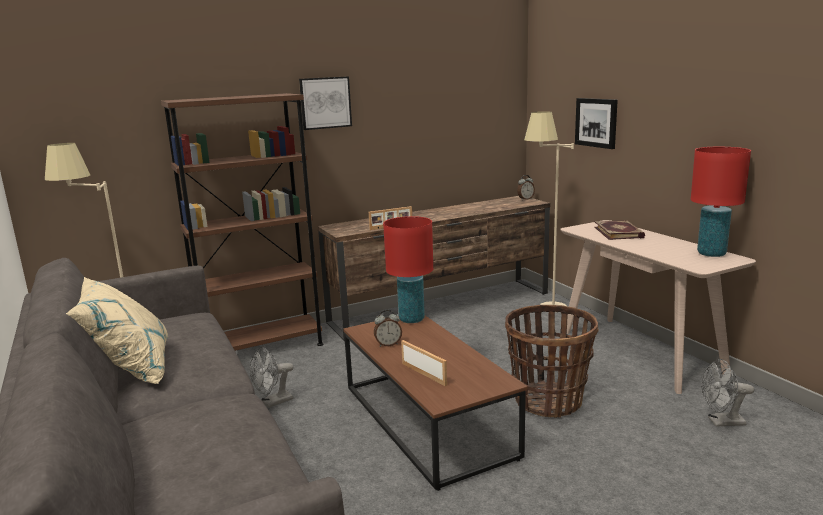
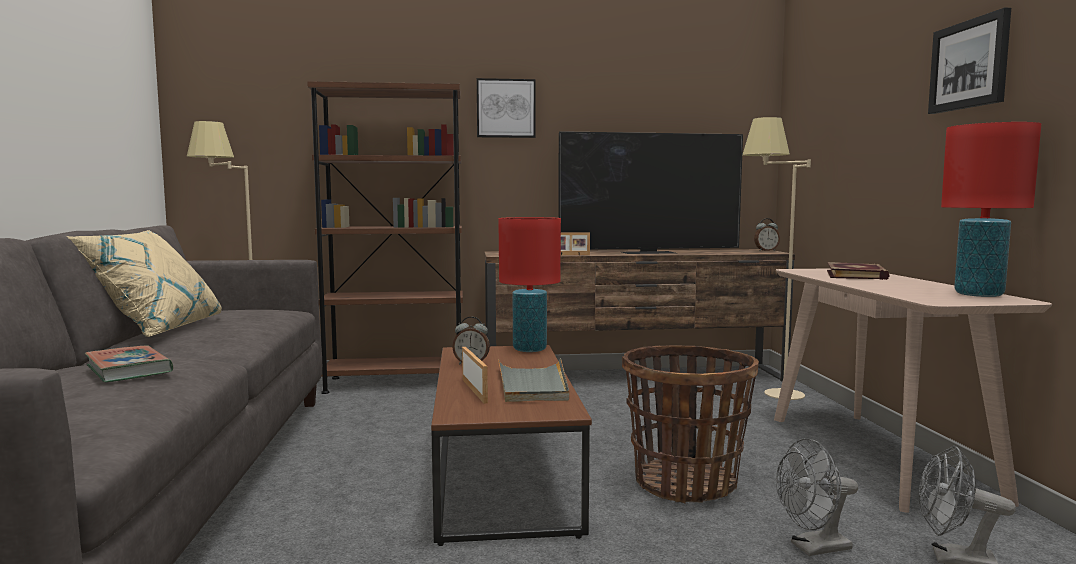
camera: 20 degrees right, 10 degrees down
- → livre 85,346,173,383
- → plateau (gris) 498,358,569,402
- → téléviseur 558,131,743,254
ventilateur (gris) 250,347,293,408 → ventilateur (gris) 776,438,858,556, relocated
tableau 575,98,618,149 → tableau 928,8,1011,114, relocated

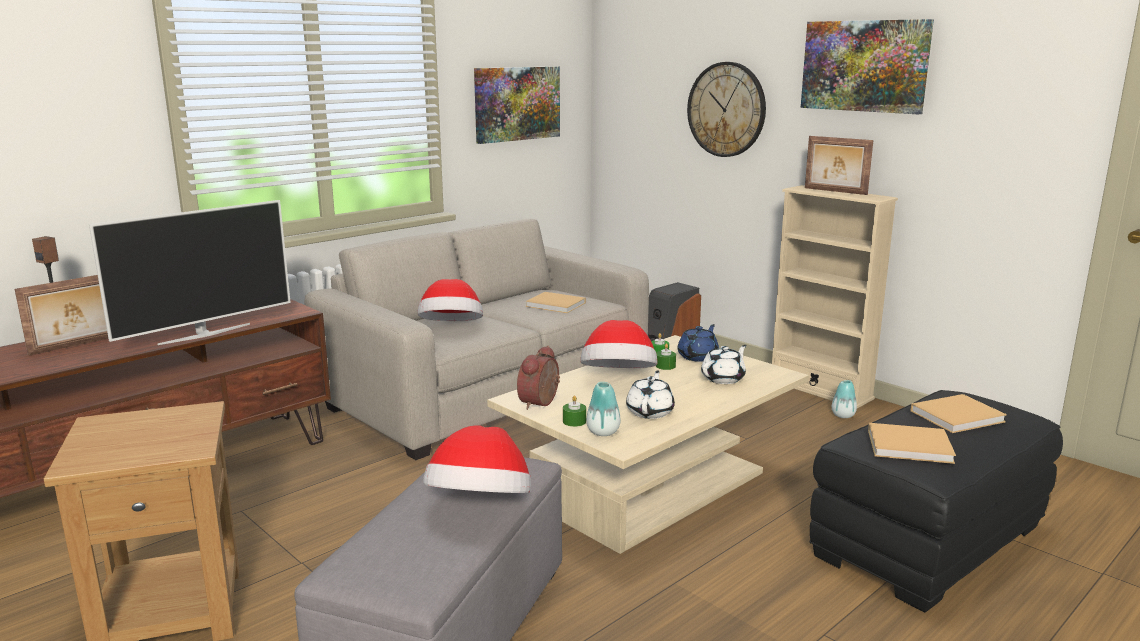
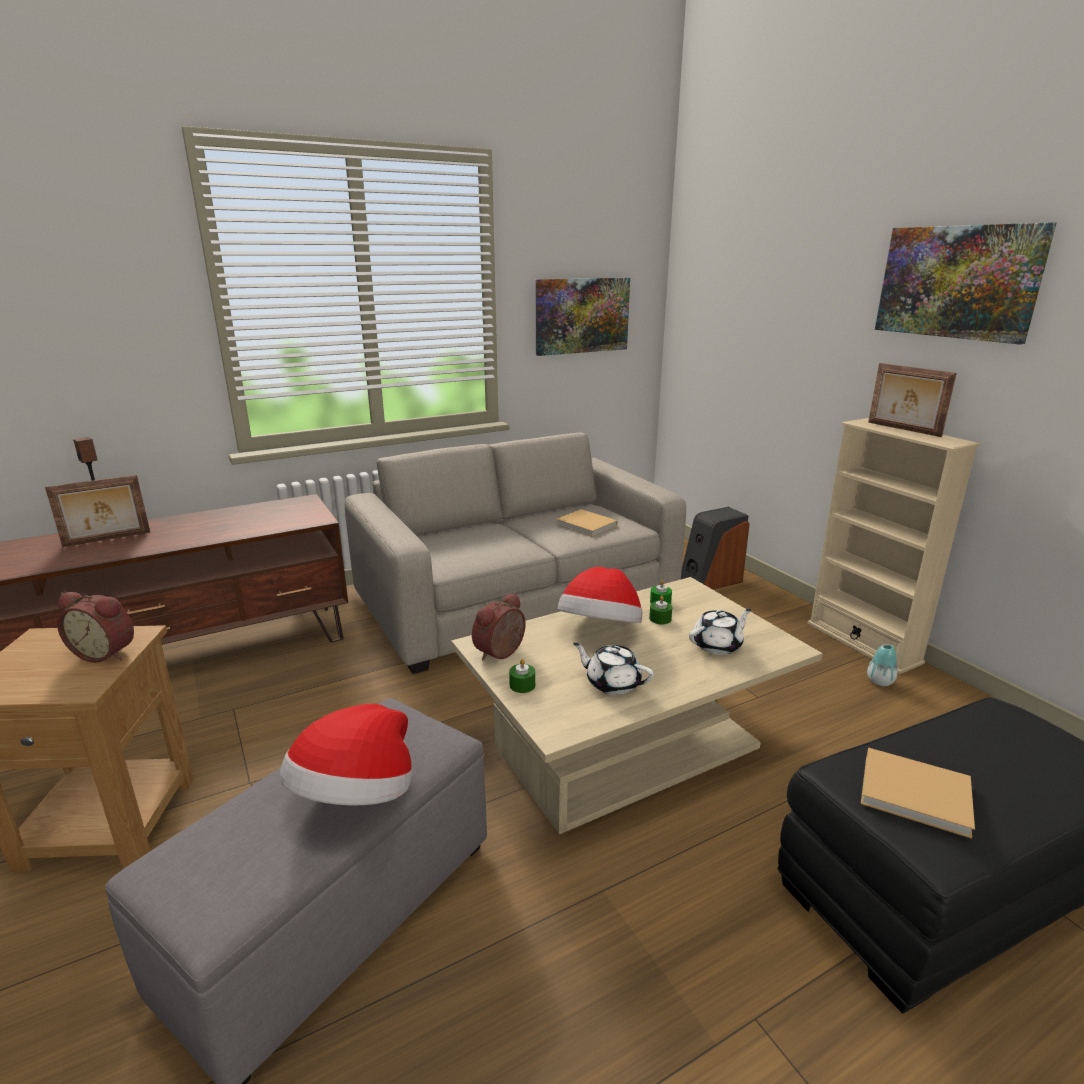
camera: 15 degrees right, 5 degrees up
téléviseur 89,200,291,345 → -
chapeau 418,279,483,321 → -
vase 587,382,620,436 → -
théière (bleu) 678,324,719,362 → -
horloge murale 687,62,766,157 → -
livre (beige) 911,394,1007,433 → -
- → réveil 57,592,134,663
théière (blanc) 626,370,675,419 → théière (blanc) 573,643,654,695, 90 degrees counterclockwise

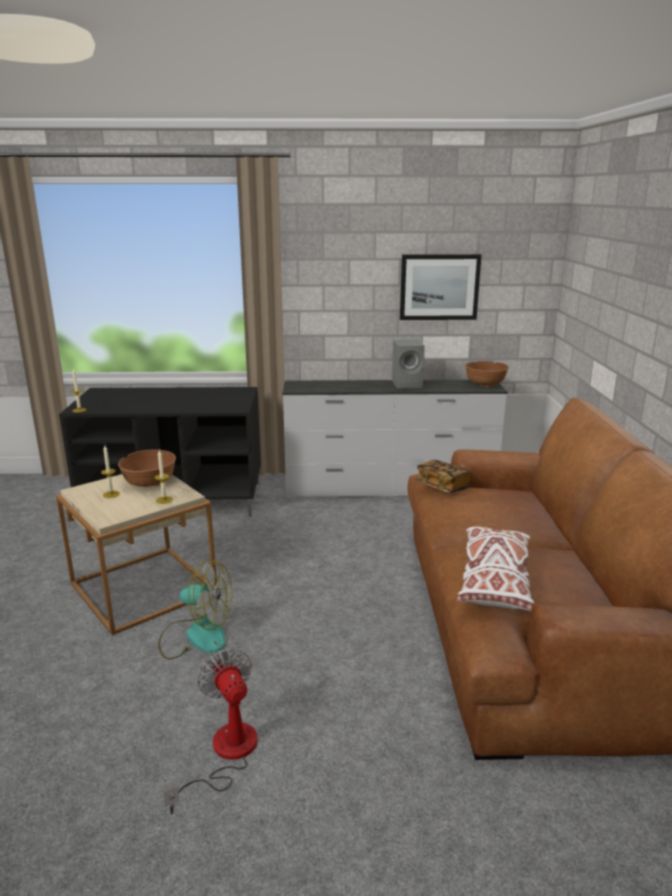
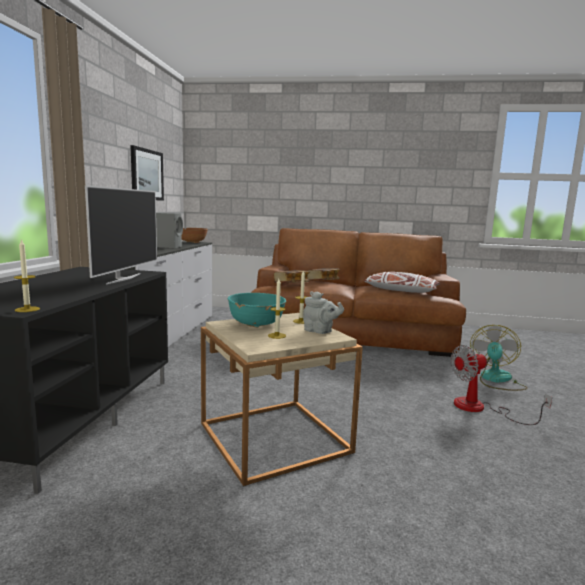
camera: 80 degrees left, 10 degrees down
- → téléviseur 85,185,157,284
- → théière (gris) 303,291,344,334
- → livre 307,268,340,281
ventilateur 158,559,232,660 → ventilateur 470,325,528,391, relocated
bol (marron) 118,450,176,487 → bol (turquoise) 228,293,286,328

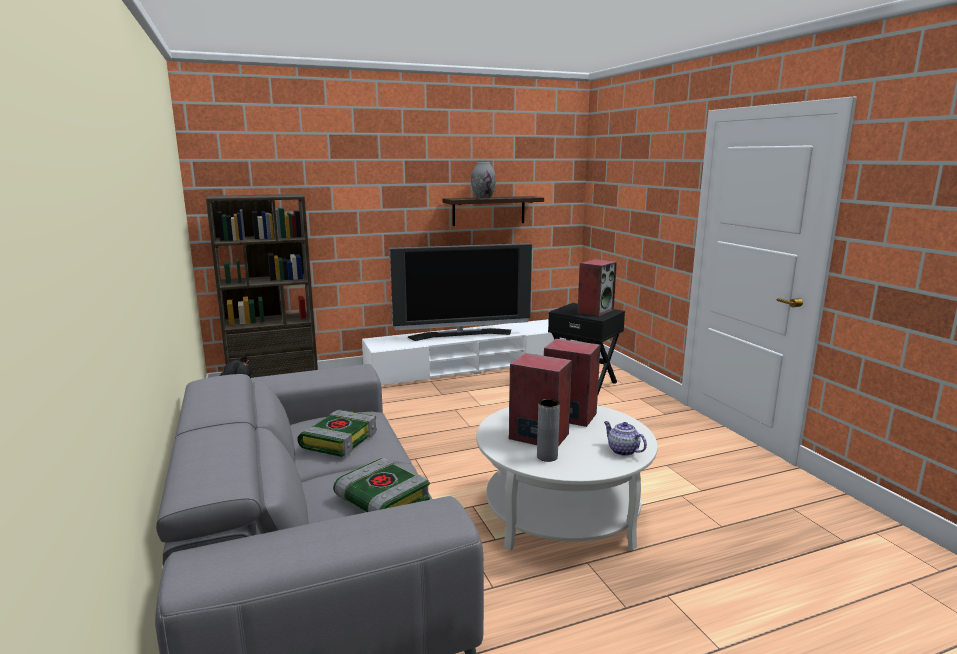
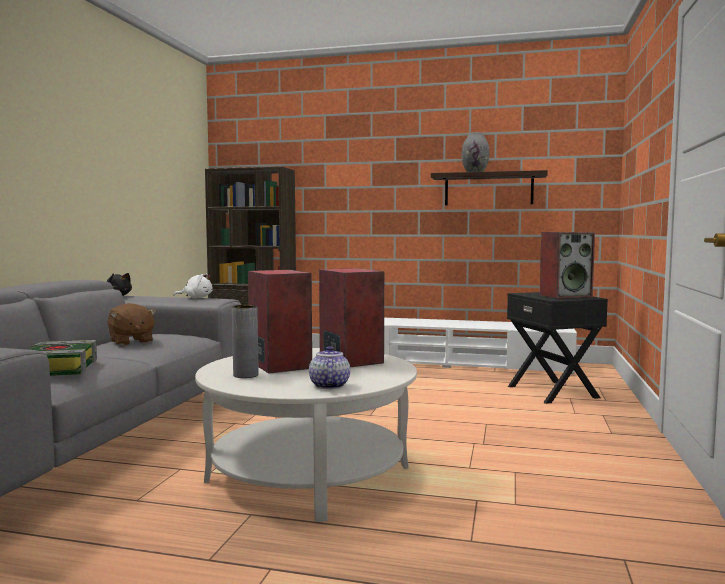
camera: 35 degrees right, 10 degrees down
téléviseur 389,243,532,341 → -
- → peluche (blanc) 174,273,213,298
livre 297,410,377,457 → peluche (marron) 107,303,157,346

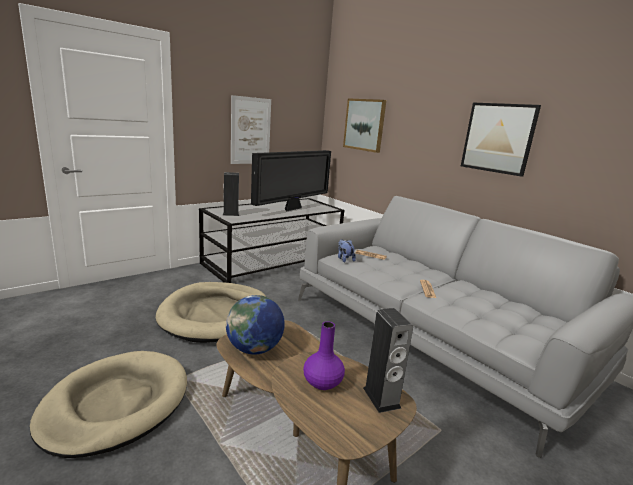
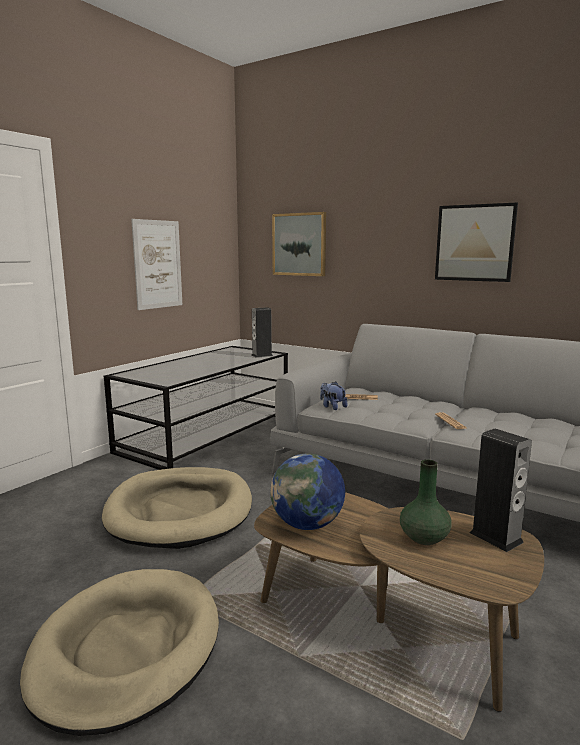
camera: 15 degrees left, 5 degrees down
téléviseur 251,150,331,212 → -
enceinte 223,172,239,216 → enceinte 252,307,273,357, relocated
vase (violet) 303,321,345,390 → vase (vert) 400,459,452,545

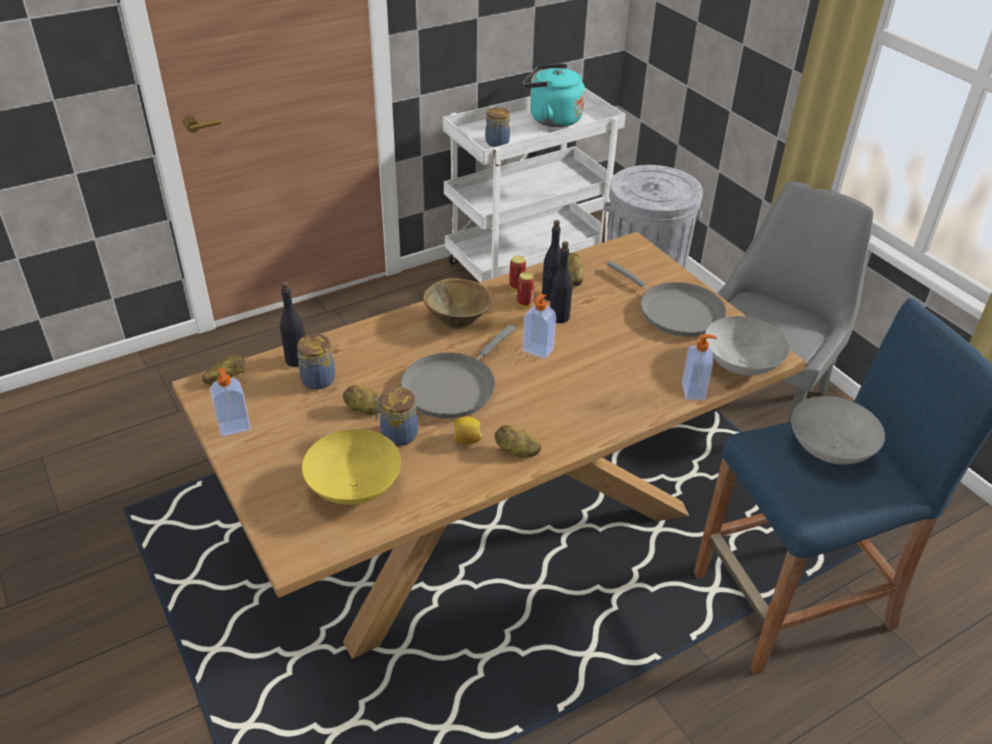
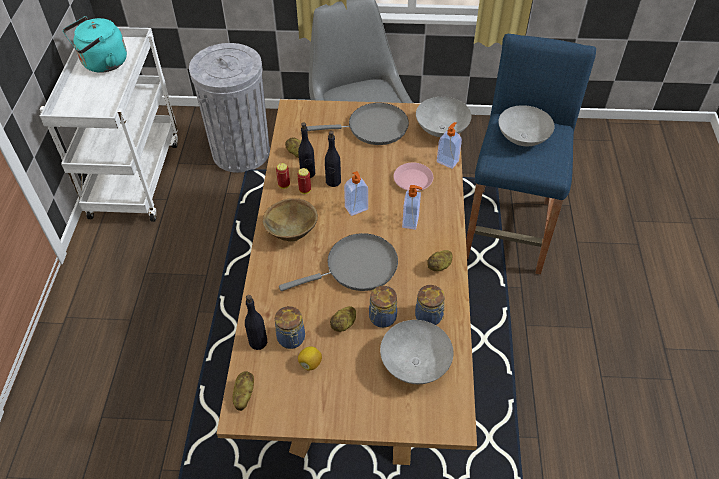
camera: 55 degrees left, 10 degrees up
- → assiette (rose) 394,163,433,191
distributeur de savon 210,368,251,437 → distributeur de savon 402,185,422,230, relocated
citron 454,416,482,444 → citron 298,346,322,371, relocated
bocal 485,107,510,147 → bocal 415,285,445,325, relocated
bol (jaune) 302,429,401,505 → bol (gris) 380,320,454,384
poêle (gris) 401,325,515,419 → poêle (gris) 279,233,398,291, 90 degrees counterclockwise

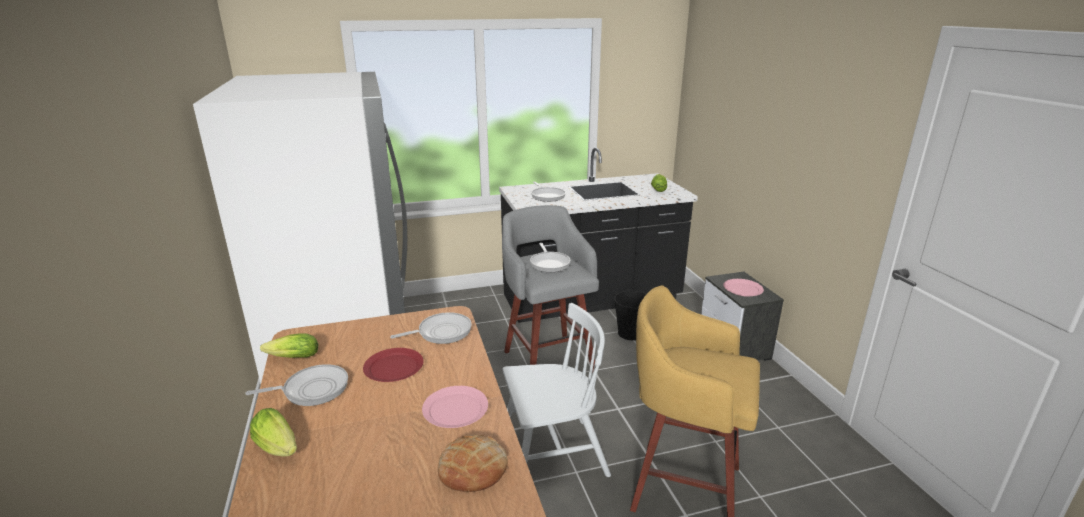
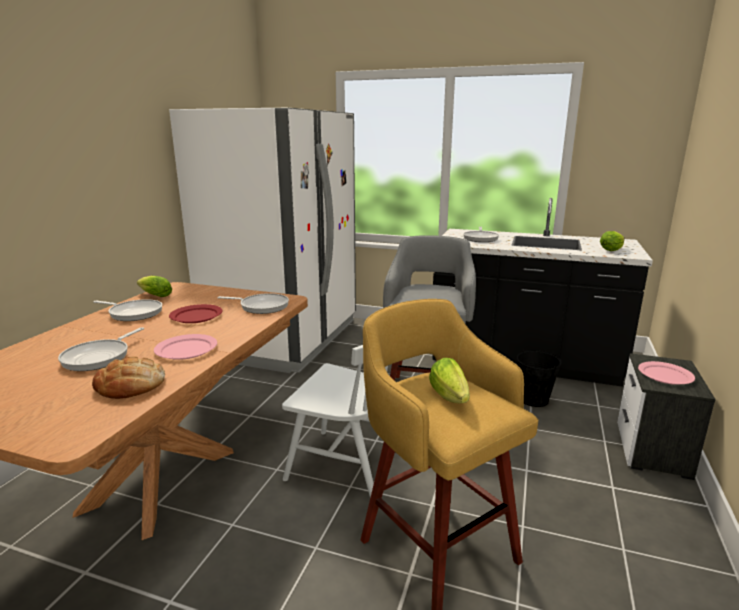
camera: 35 degrees right, 5 degrees down
laitue 250,408,297,456 → laitue 429,358,470,403, relocated
poêle 530,243,570,272 → poêle 58,327,144,371, relocated

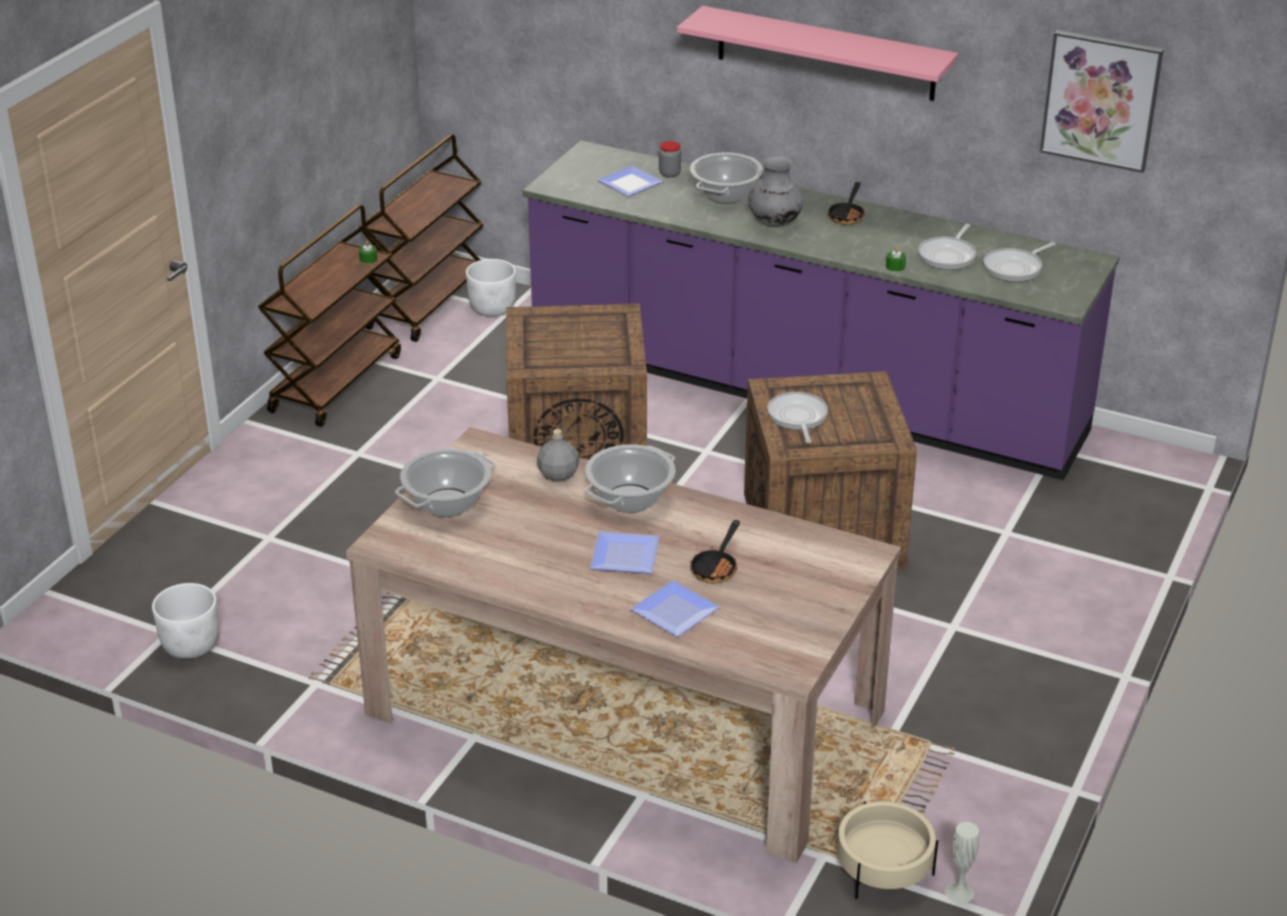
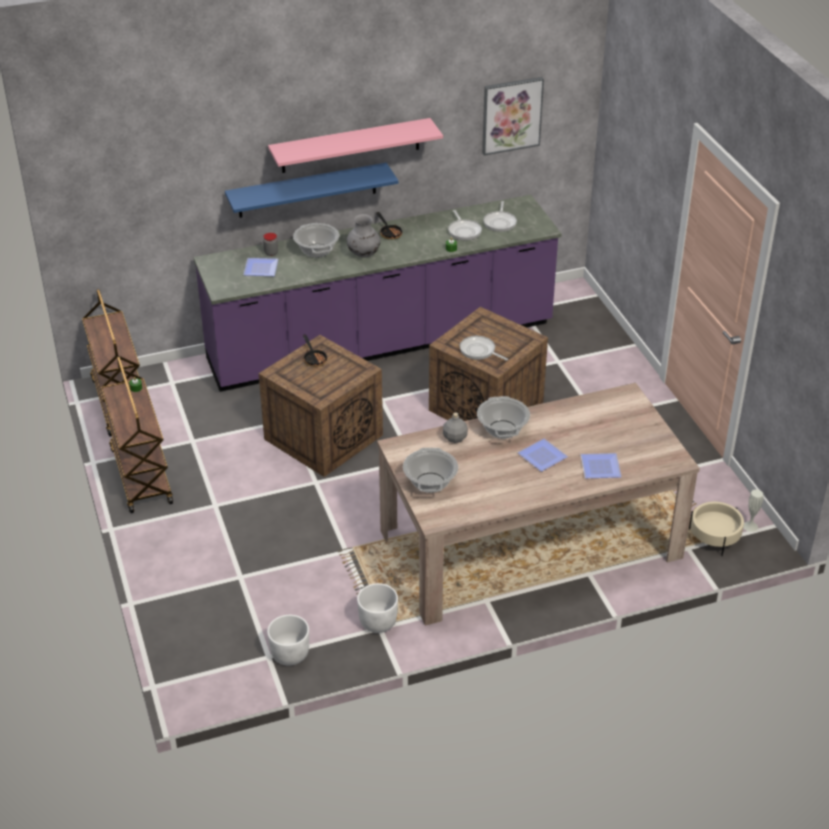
camera: 45 degrees left, 5 degrees up
- → étagère (bleu) 225,163,398,218
cache-pot (blanc) 466,259,516,317 → cache-pot (blanc) 357,583,398,633, relocated
poêle 690,520,740,584 → poêle 303,334,328,367, relocated

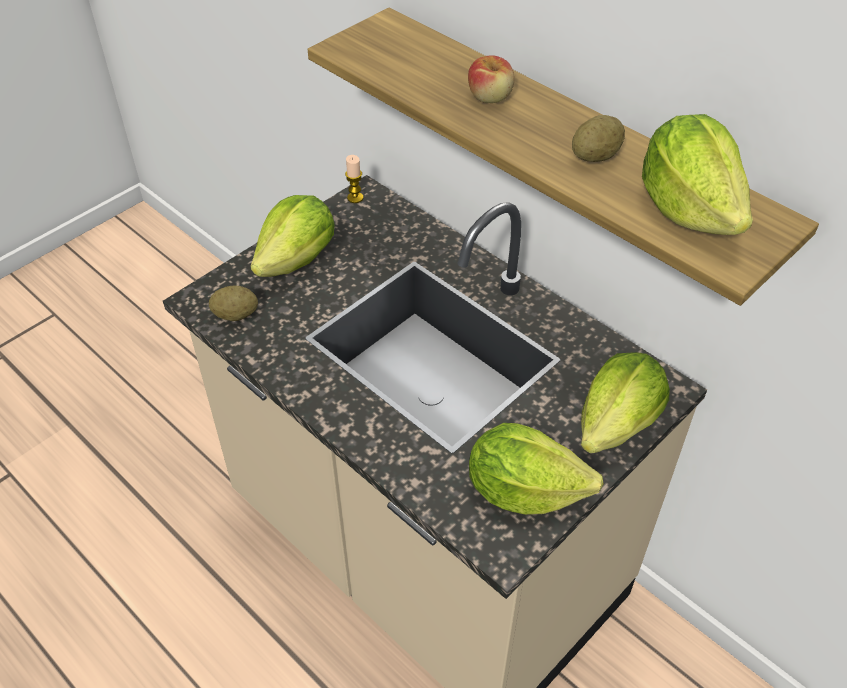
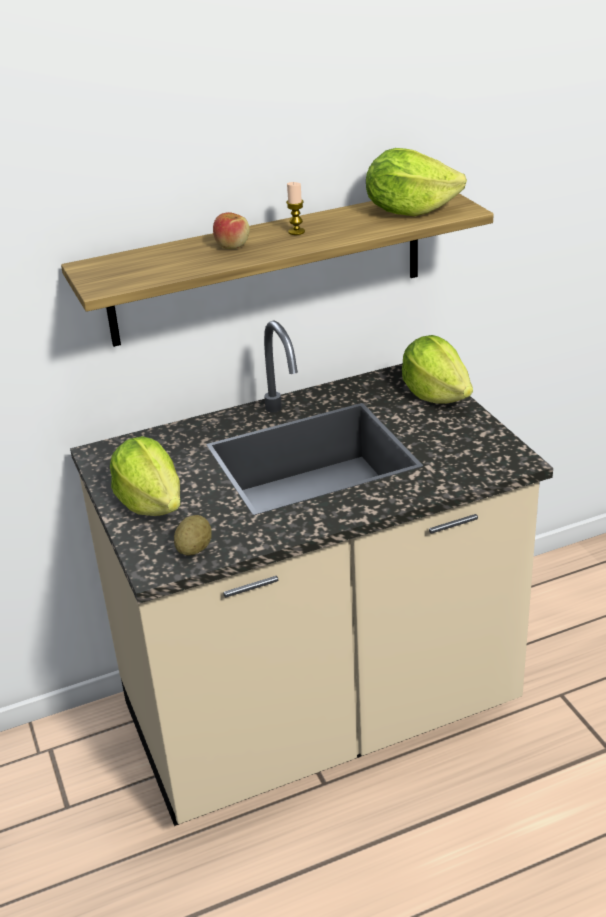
camera: 65 degrees left, 15 degrees down
laitue 469,423,603,515 → -
pomme de terre 572,115,625,162 → -
bougie 345,155,363,203 → bougie 286,182,305,235, relocated

